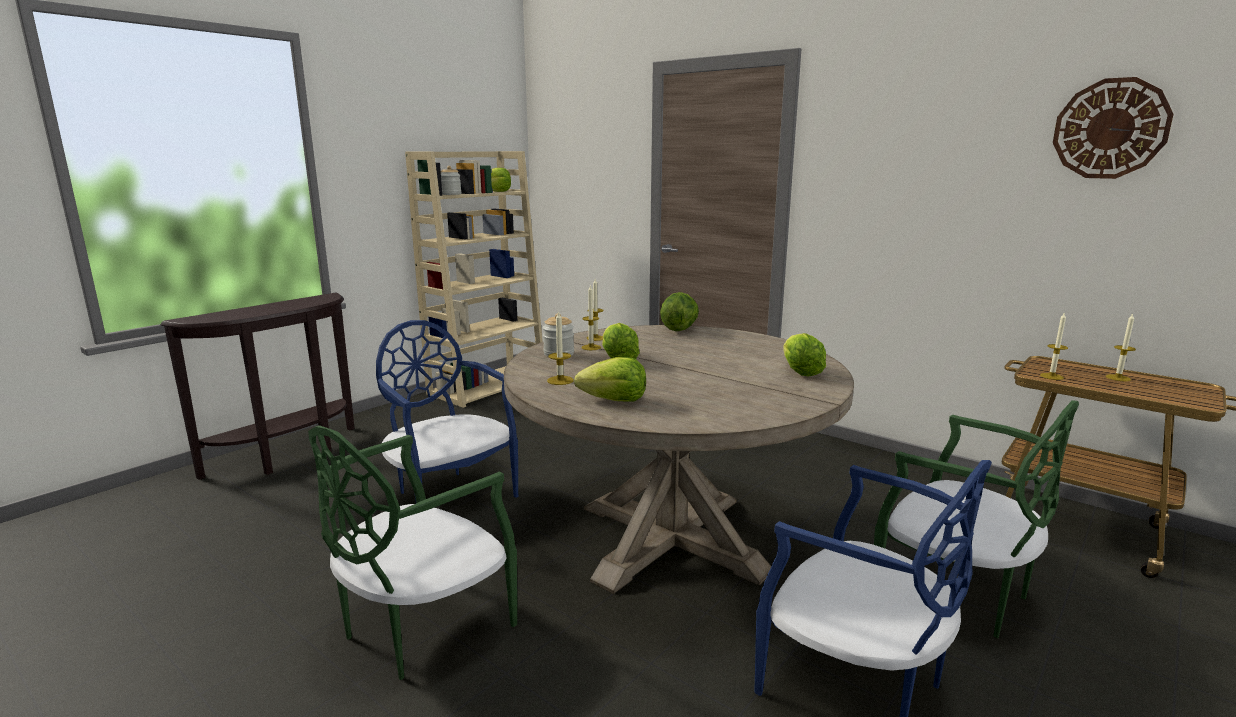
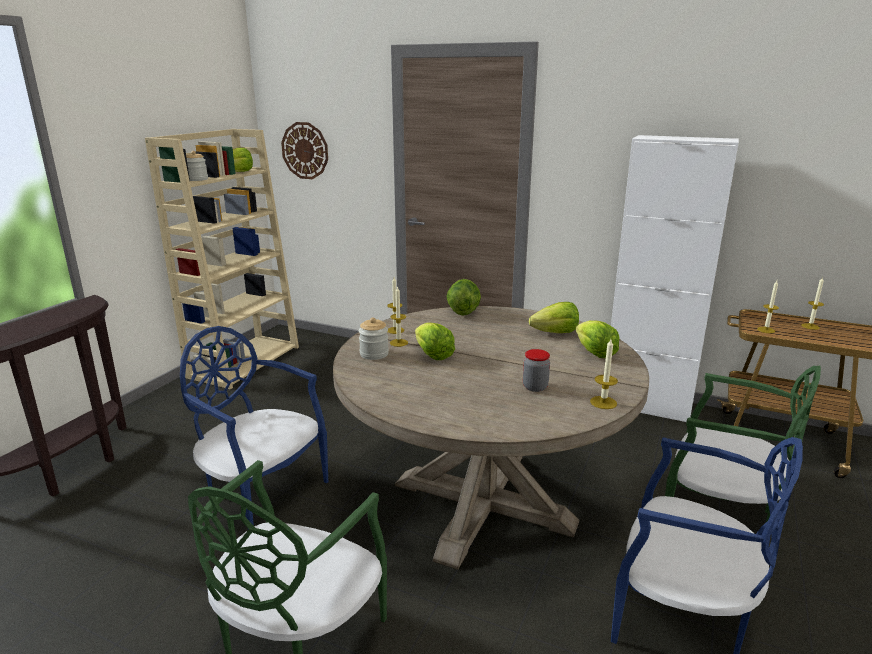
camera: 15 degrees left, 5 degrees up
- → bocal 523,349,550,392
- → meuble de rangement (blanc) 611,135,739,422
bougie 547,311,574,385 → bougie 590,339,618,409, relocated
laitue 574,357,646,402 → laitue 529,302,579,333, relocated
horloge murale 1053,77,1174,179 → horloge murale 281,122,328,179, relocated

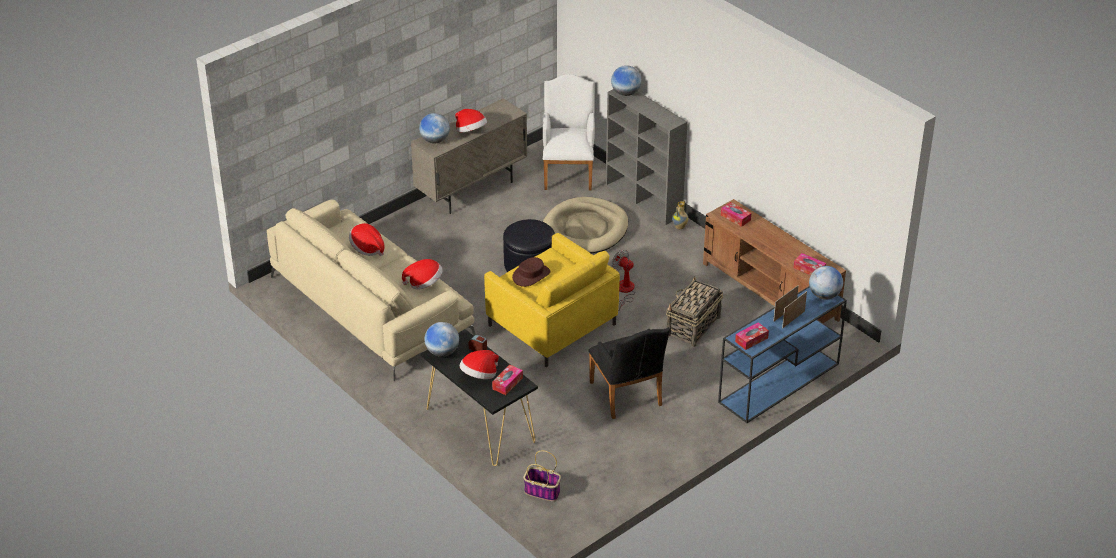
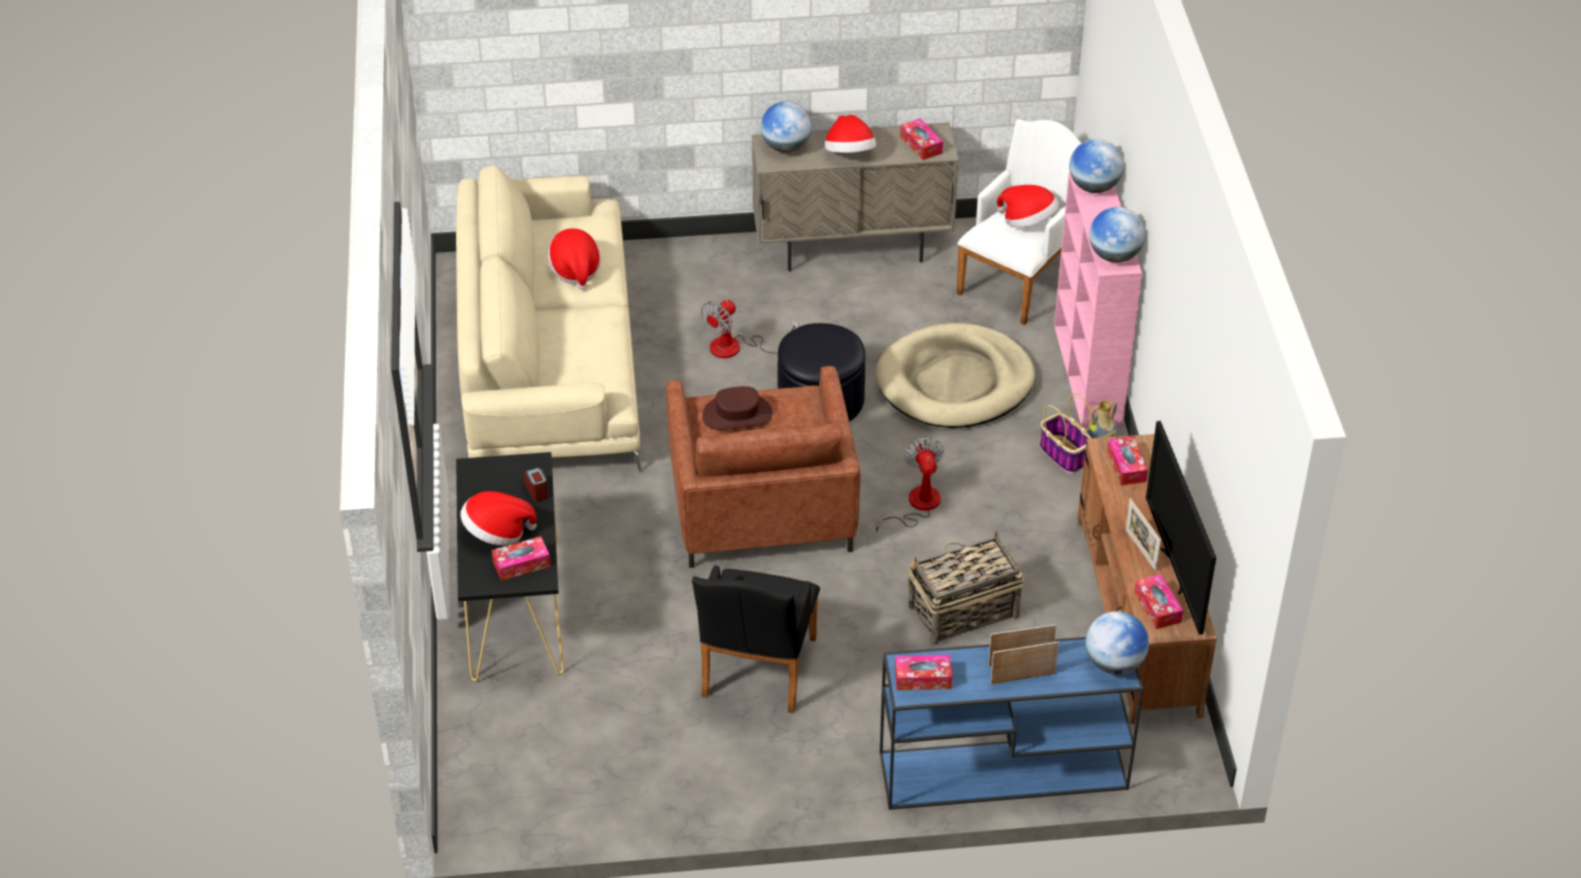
camera: 35 degrees right, 5 degrees up
- → ventilateur 701,299,798,358
- → boîte à mouchoirs 900,118,943,160
- → cadre photo 1125,498,1161,571
- → téléviseur 1146,421,1216,635
chapeau 402,259,443,290 → chapeau 997,185,1059,228, relocated
globe 425,322,459,357 → globe 1089,207,1145,263, relocated
panier 523,450,561,501 → panier 1040,393,1092,474, relocated
fauteuil (jaune) 484,233,620,367 → fauteuil (marron) 666,366,860,568
bibliothèque (gris) 606,89,688,225 → bibliothèque (rose) 1054,173,1142,430

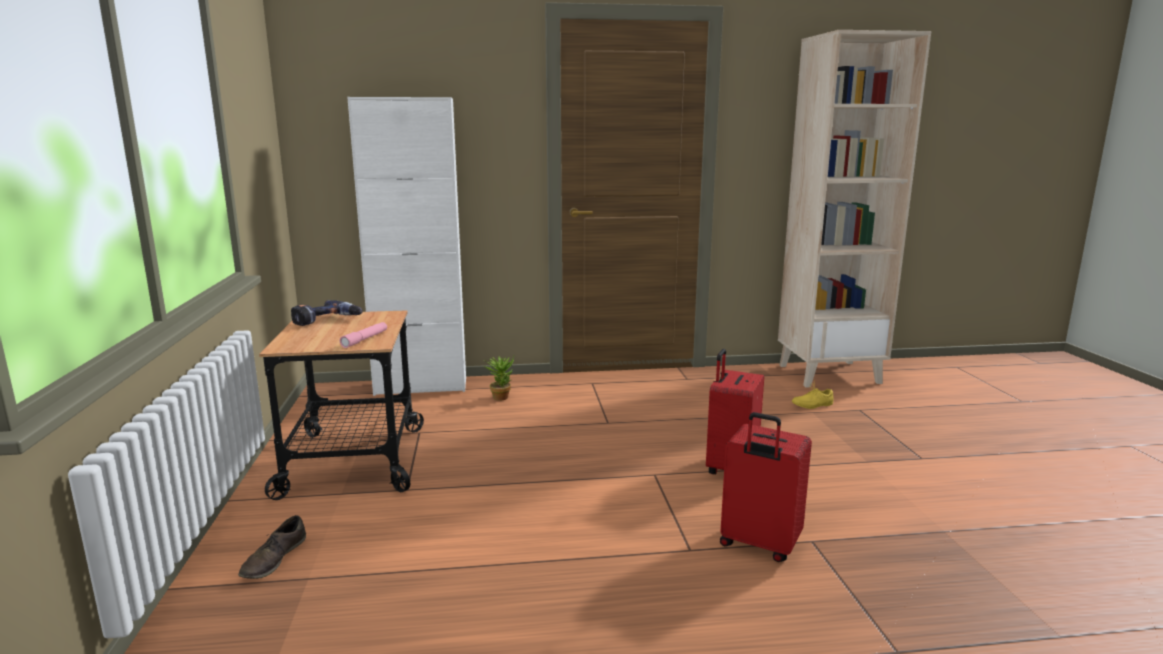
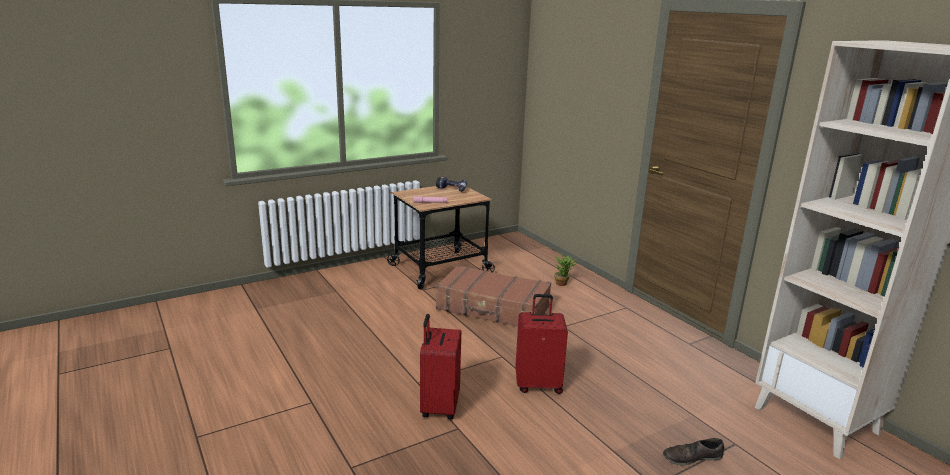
camera: 65 degrees right, 5 degrees up
meuble de rangement (blanc) 347,97,466,396 → -
chaussure (jaune) 792,380,834,409 → -
- → valise (marron) 436,265,551,326
chaussure (marron) 238,515,306,579 → chaussure (marron) 663,438,724,465, relocated

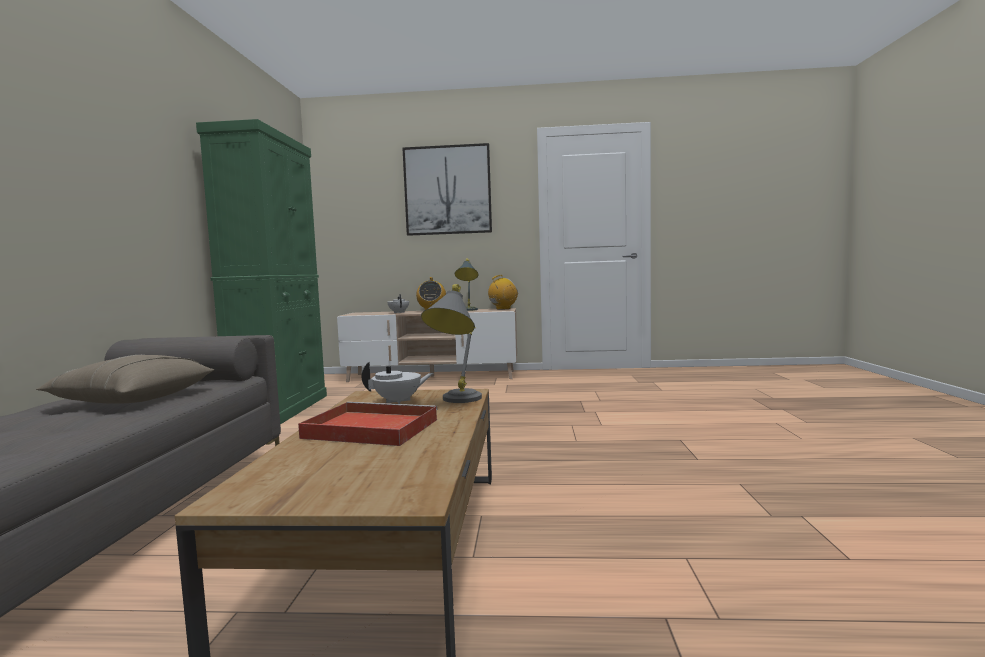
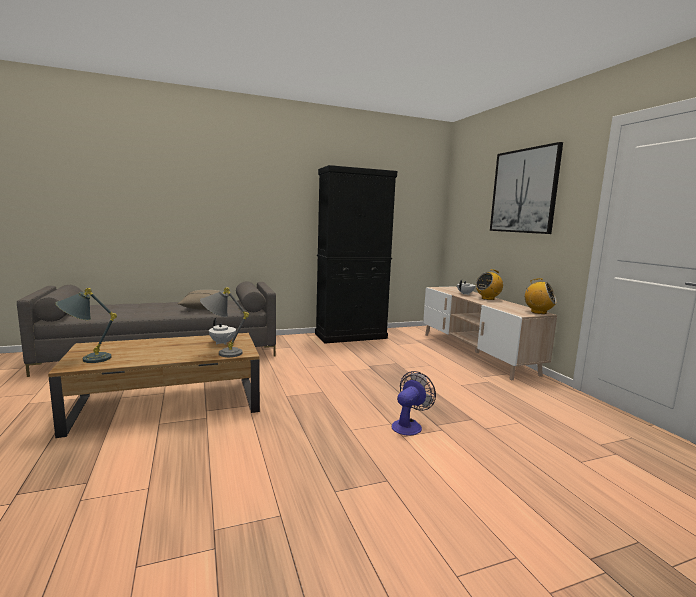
camera: 65 degrees right, 5 degrees up
plateau (rouge) 298,402,438,446 → -
- → ventilateur 392,371,436,436
lampe de table (gris) 455,258,478,311 → lampe de table (gris) 56,288,117,363, relocated
meuble de rangement (vert) 196,119,327,424 → meuble de rangement (noir) 315,165,397,344

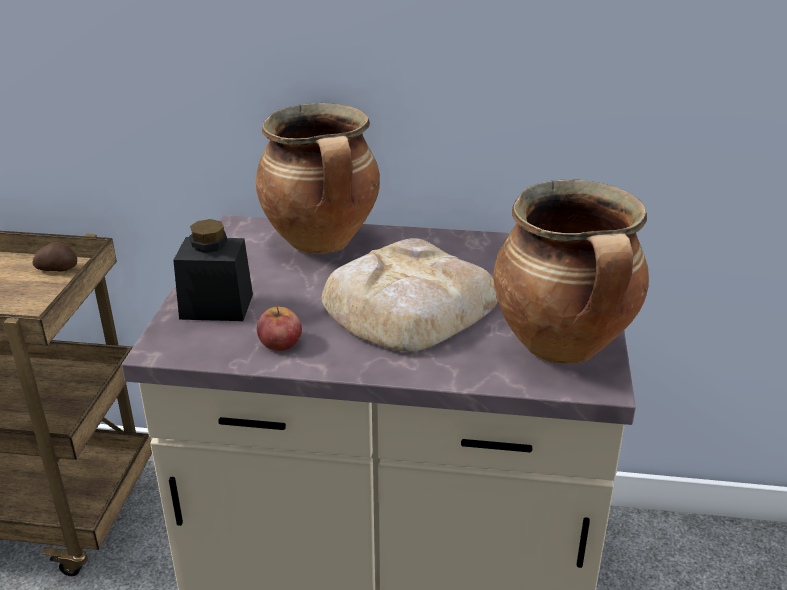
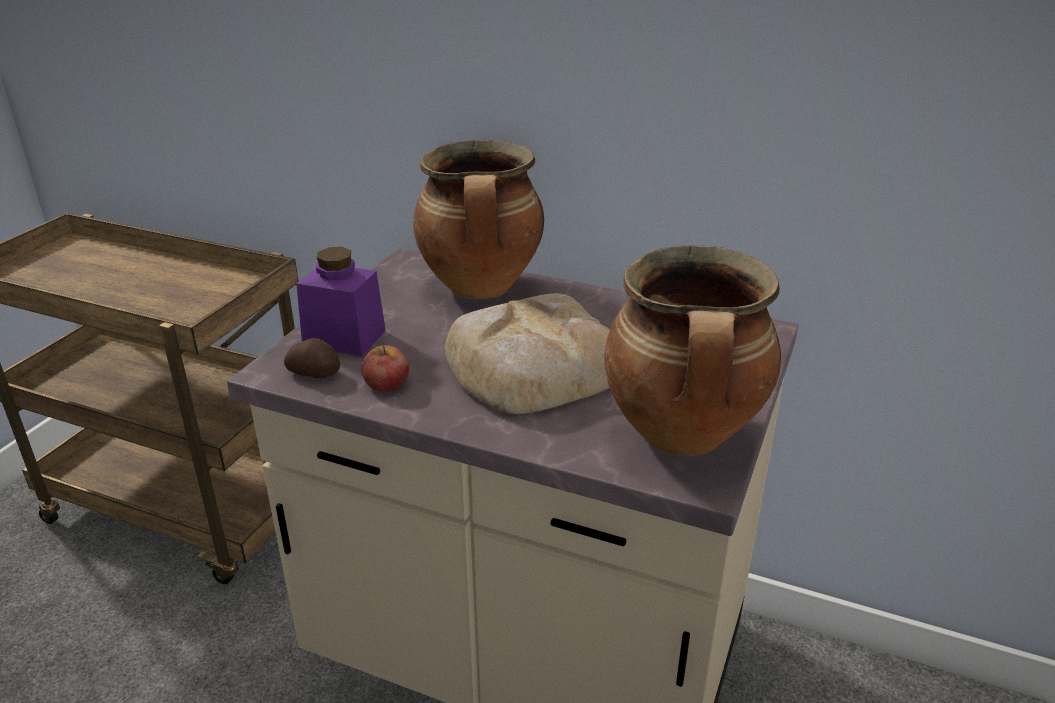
camera: 15 degrees right, 0 degrees up
pomme de terre 32,242,77,272 → pomme de terre 284,338,340,378, relocated
bocal (noir) 173,219,253,321 → bocal (violet) 296,247,386,356

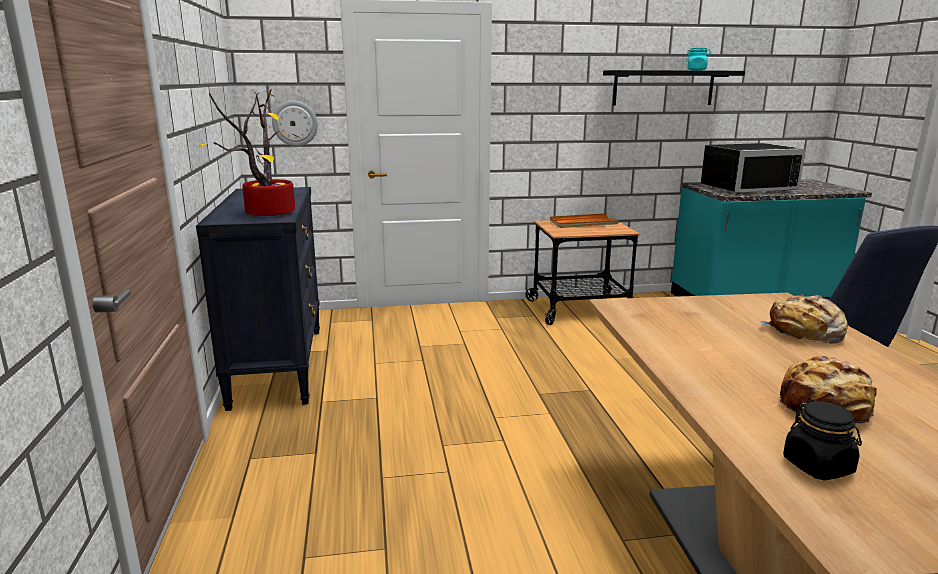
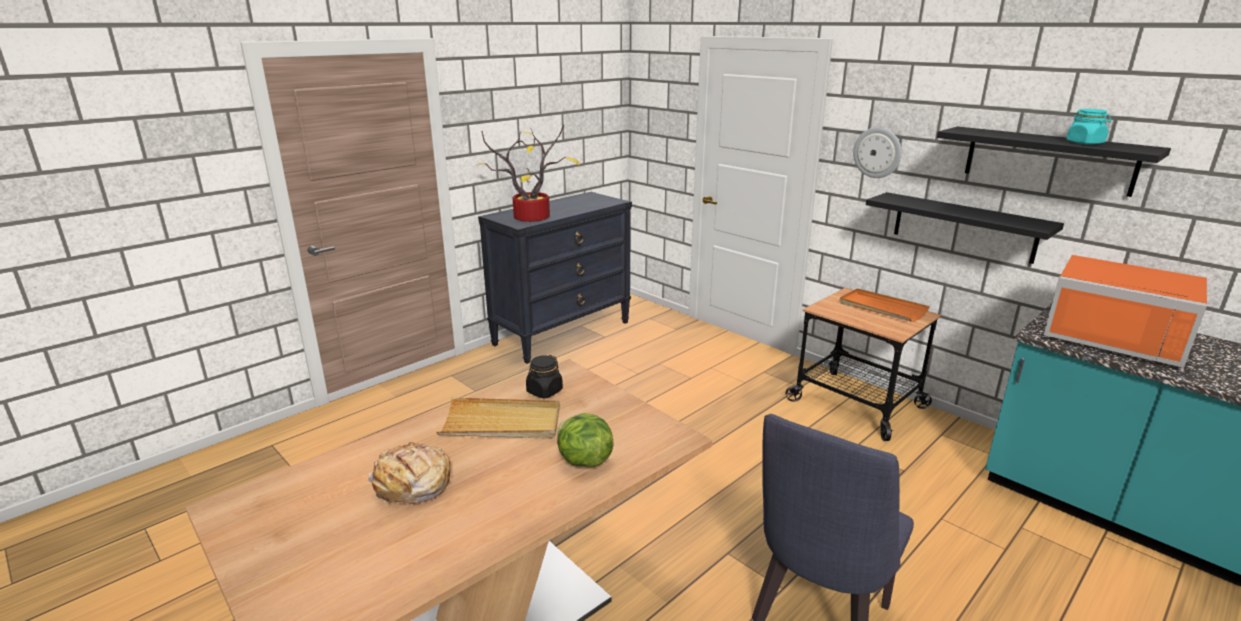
camera: 55 degrees right, 5 degrees up
- → plateau (beige) 436,398,560,439
- → étagère (noir) 866,192,1064,264
horloge murale 272,101,318,146 → horloge murale 853,127,902,178, relocated
bocal (noir) 783,400,862,480 → bocal (noir) 526,355,563,398, relocated
pain 757,294,848,344 → laitue 557,413,614,467
micro-ondes (noir) 701,143,806,194 → micro-ondes (orange) 1043,255,1207,368

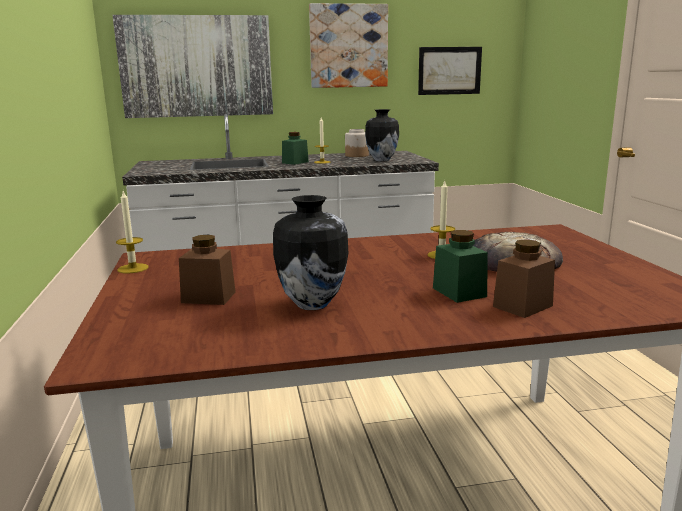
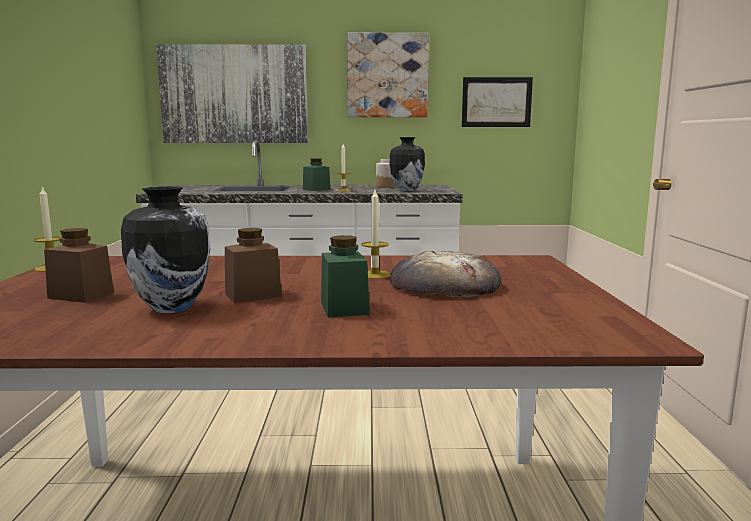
camera: 10 degrees right, 5 degrees down
bocal (marron) 493,239,555,318 → bocal (marron) 225,228,282,303, relocated

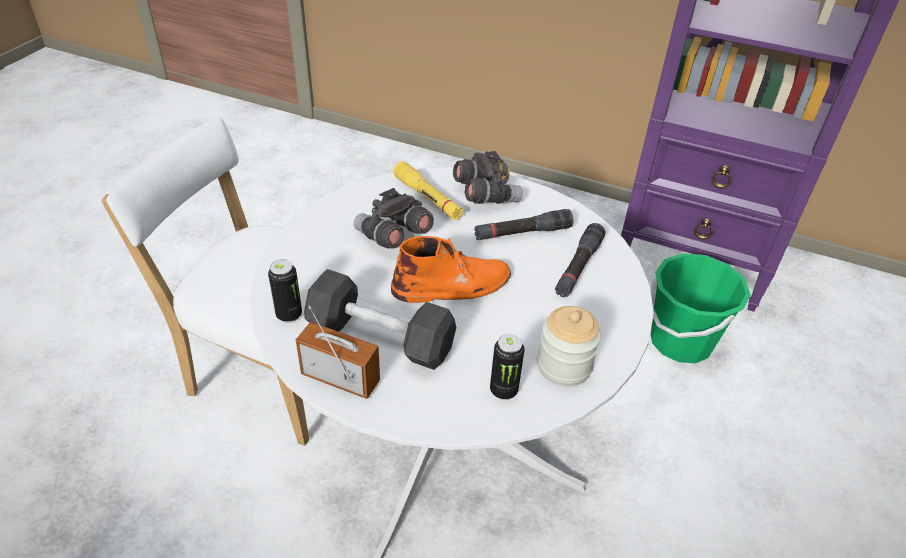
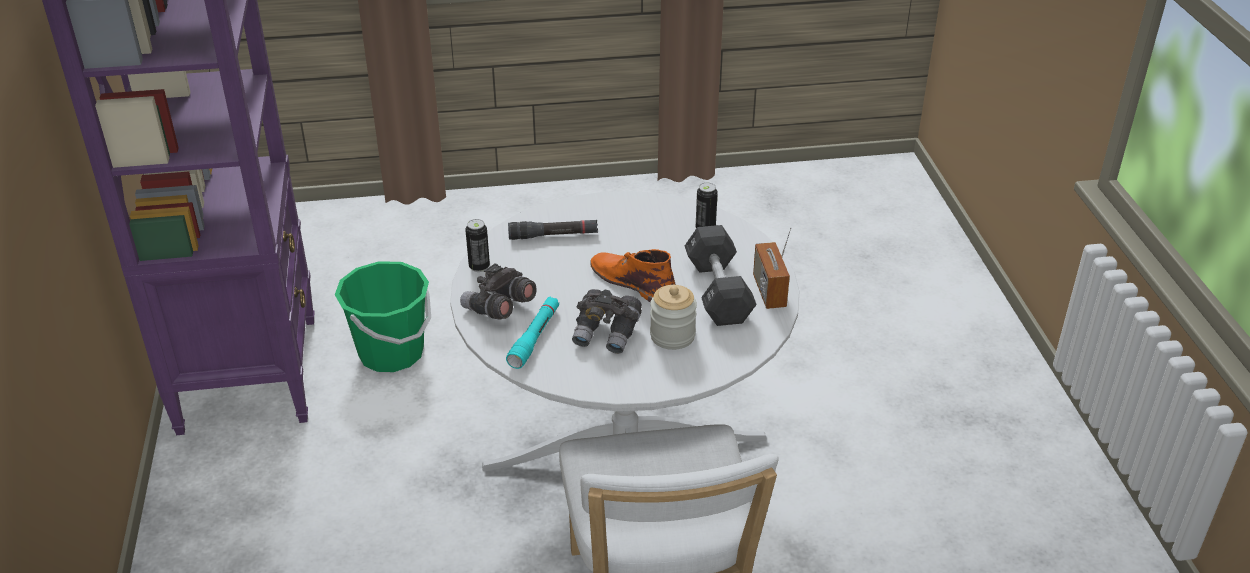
camera: 120 degrees left, 5 degrees down
lampe de poche (noir) 474,209,573,240 → -
boîte métallique 268,259,302,323 → boîte métallique 465,219,490,272, relocated
bocal 537,306,601,386 → bocal 650,285,697,350, relocated
lampe de poche (jaune) 393,161,463,220 → lampe de poche (turquoise) 506,296,559,369

